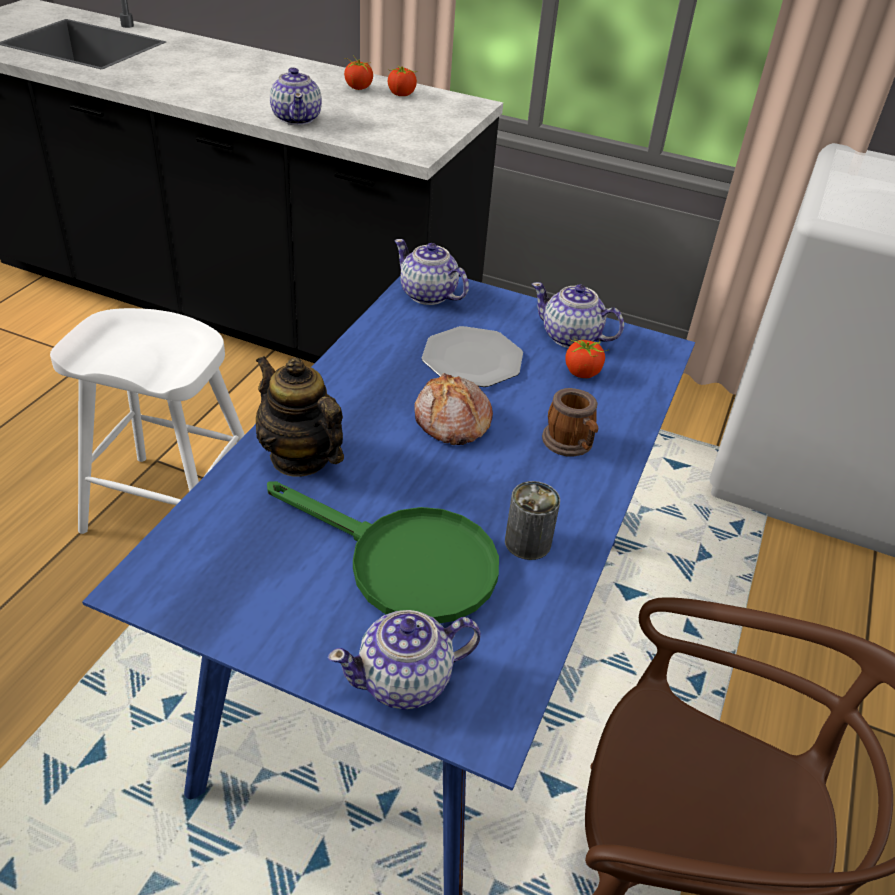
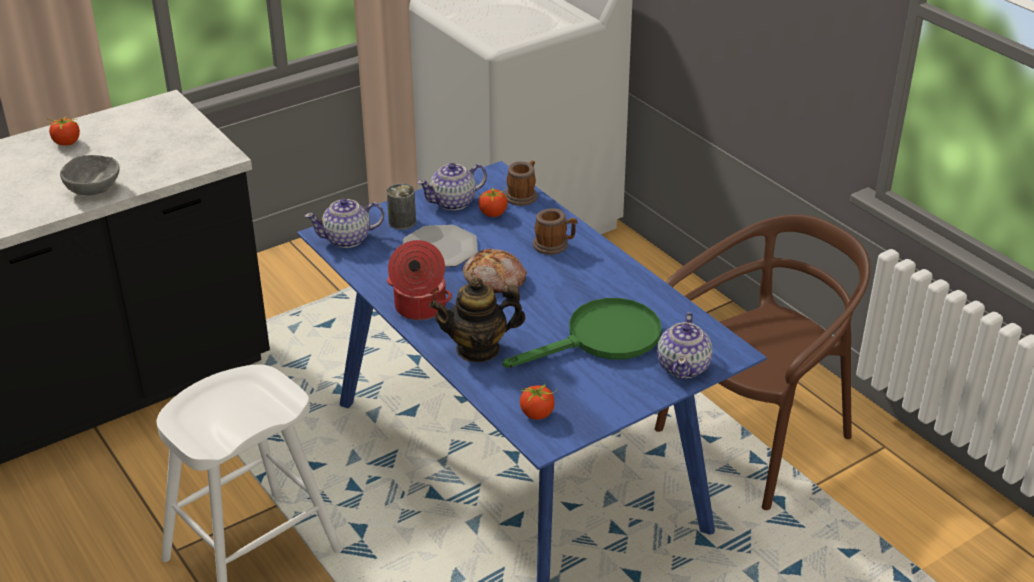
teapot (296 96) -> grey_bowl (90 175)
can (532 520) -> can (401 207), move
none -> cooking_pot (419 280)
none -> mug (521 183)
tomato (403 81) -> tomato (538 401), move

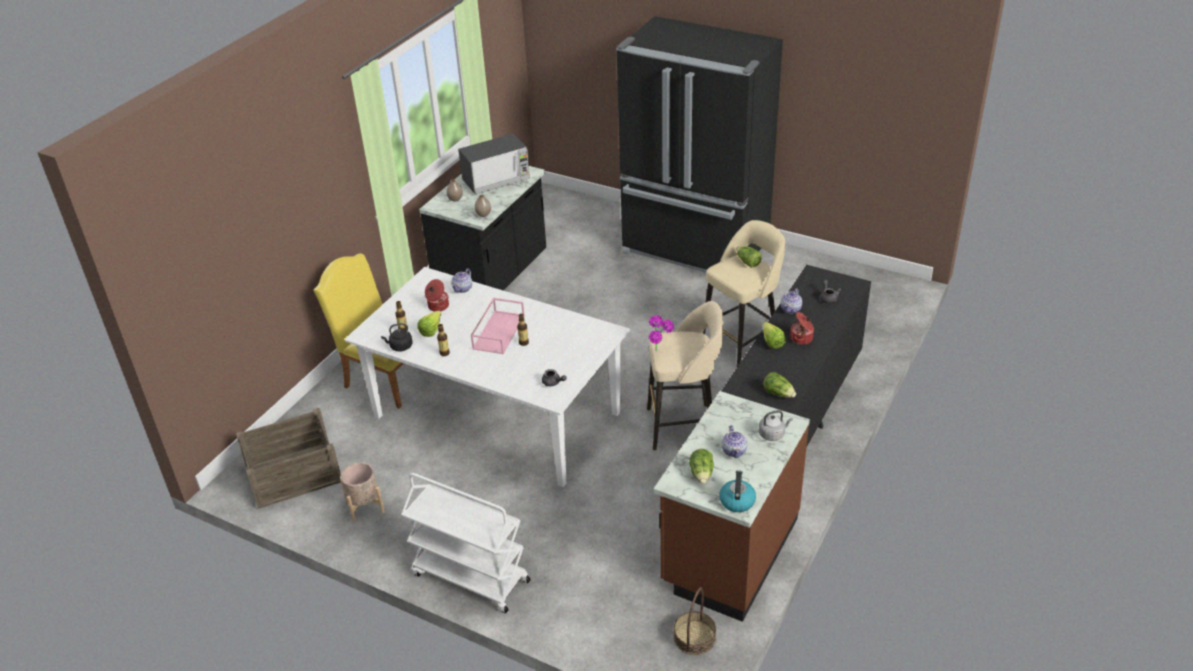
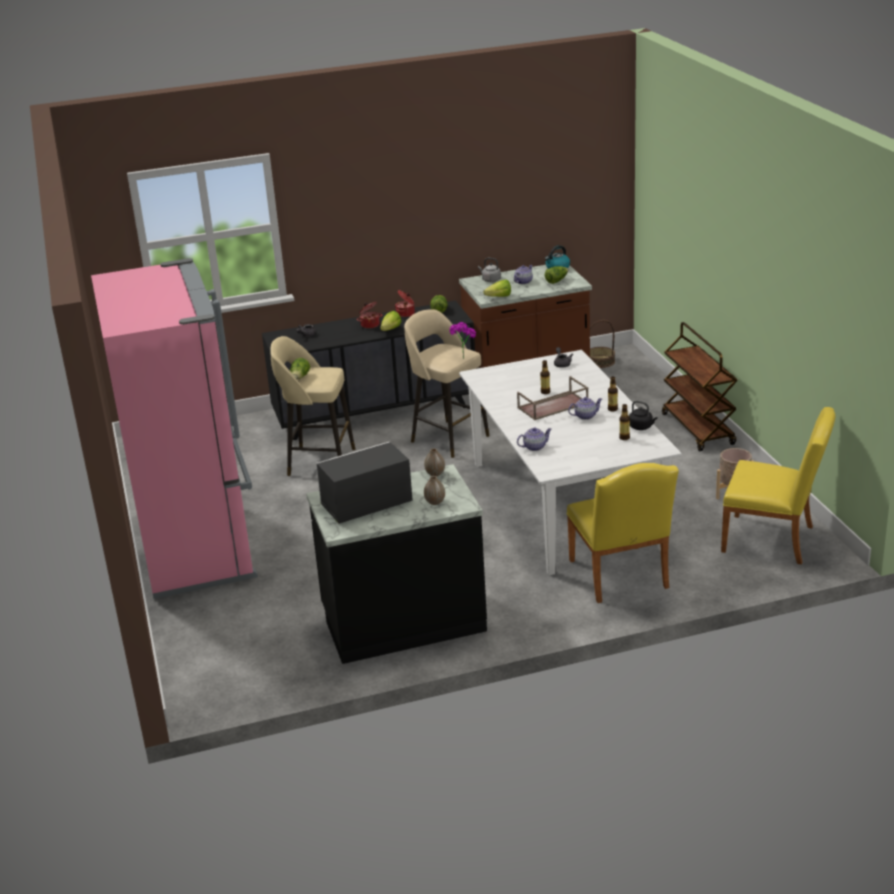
black_fridge (699 144) -> pink_fridge (174 428)
microwave (494 164) -> microwave (364 482), 45 degrees counterclockwise
cooking_pot (437 295) -> cooking_pot (405 303), move
lettuce (429 324) -> lettuce (497 288), move
pink_tray (498 325) -> brown_tray (552 398)
teapot (791 300) -> teapot (585 408), move
white_cart (466 543) -> brown_cart (700 386)
crate (288 458) -> yellow_chair (778 486)

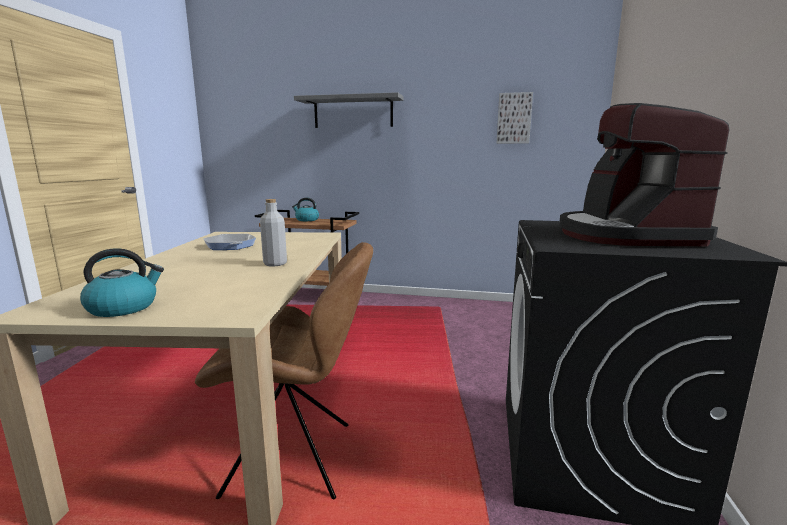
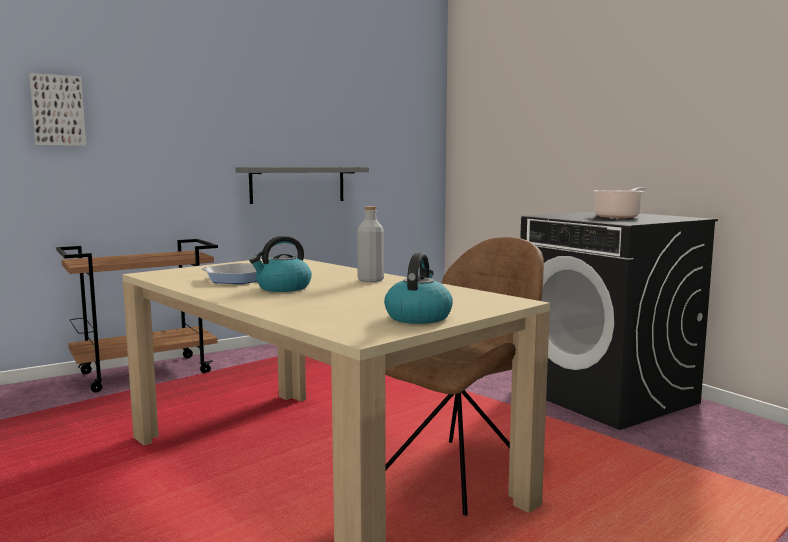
picture (514 118) -> picture (57 109), move
grey_shelf (349 110) -> grey_shelf (302 185), move
kettle (305 209) -> kettle (281 264), move
coffee_machine (644 174) -> cooking_pot (619 202)

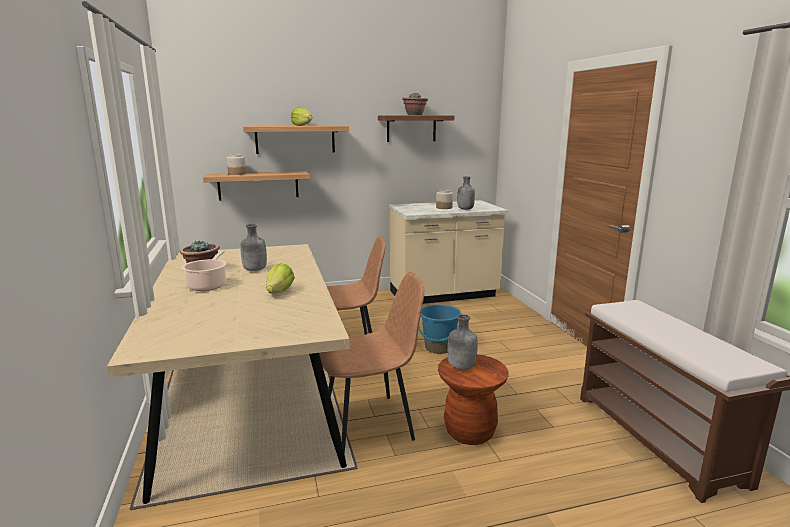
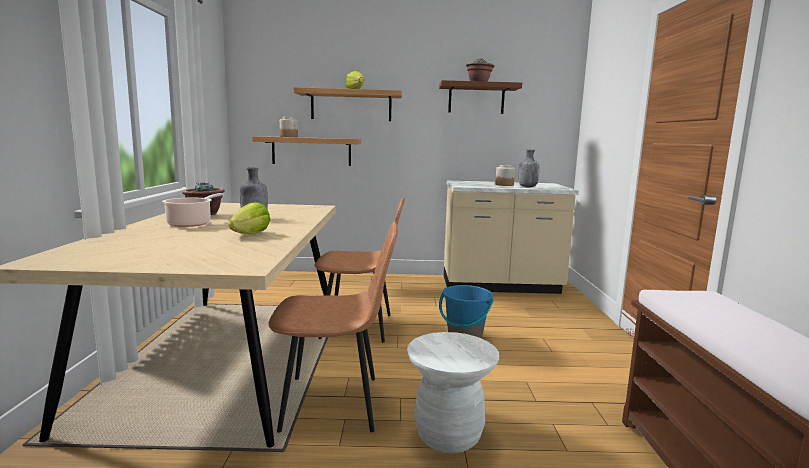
brown_stool (473 399) -> white_stool (453 392)
grey_bottle (463 342) -> none

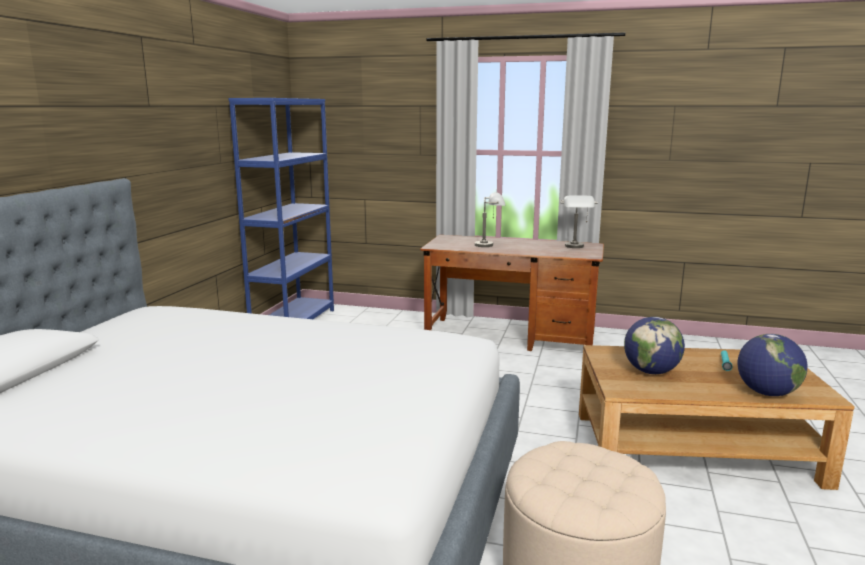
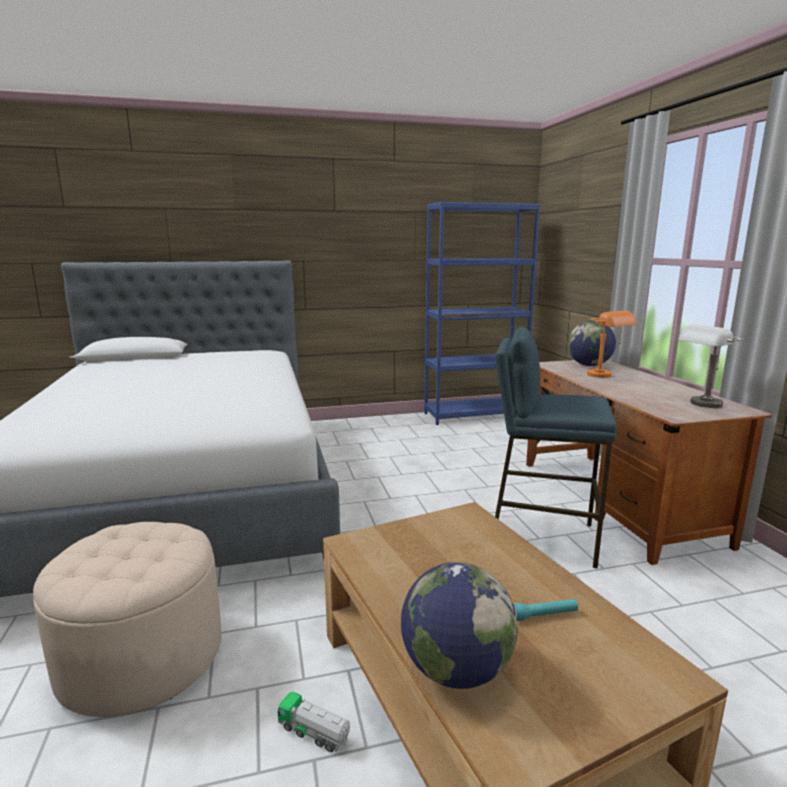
none -> toy_truck (314 722)
none -> blue_stool (556 447)
globe (654 345) -> globe (592 343), move
grey_table_lamp (490 219) -> orange_table_lamp (611 344)

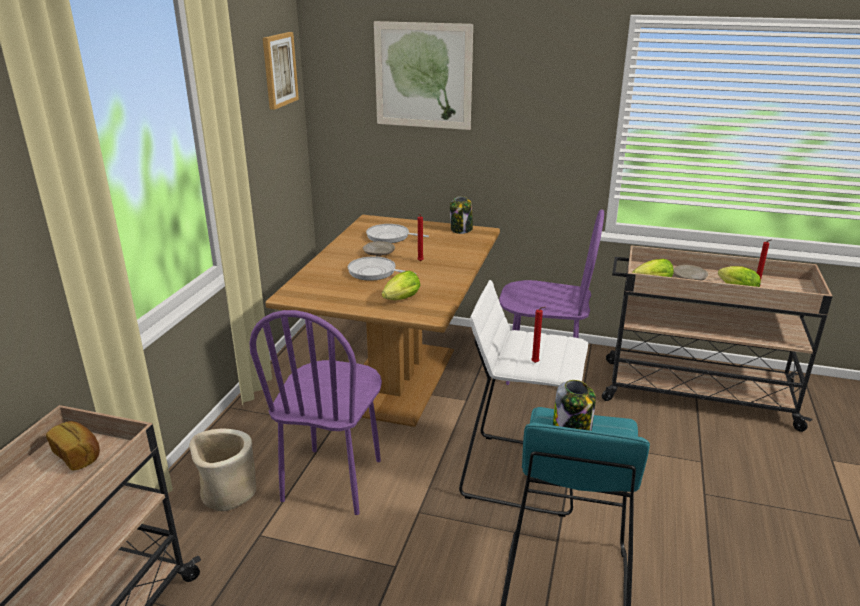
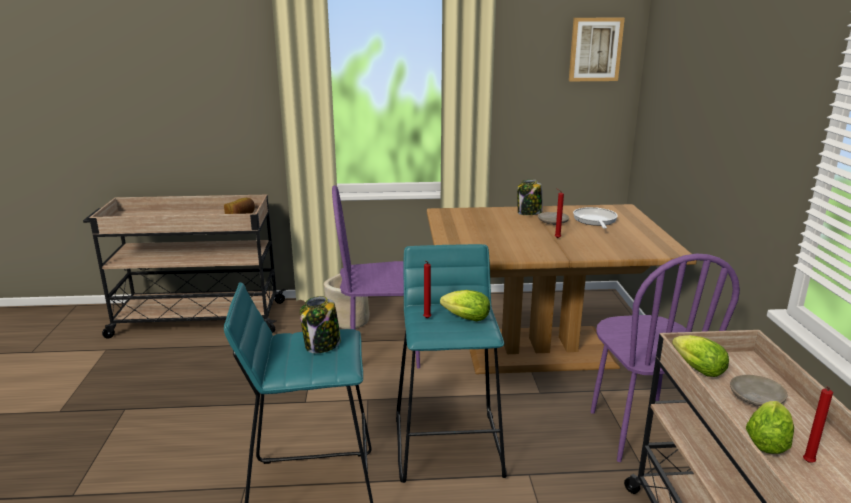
white_stool (523 398) -> turquoise_stool (451 363)
lettuce (401 285) -> lettuce (465 305), move
jar (461 215) -> jar (530 197), move
frying_pan (382 269) -> none
picture (423 75) -> none

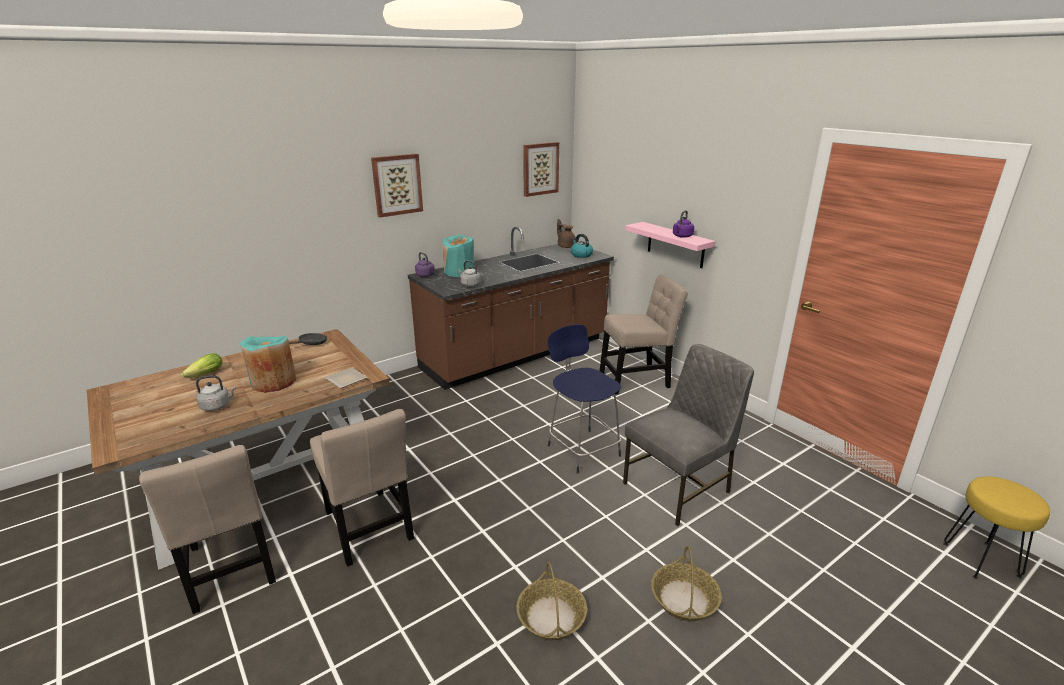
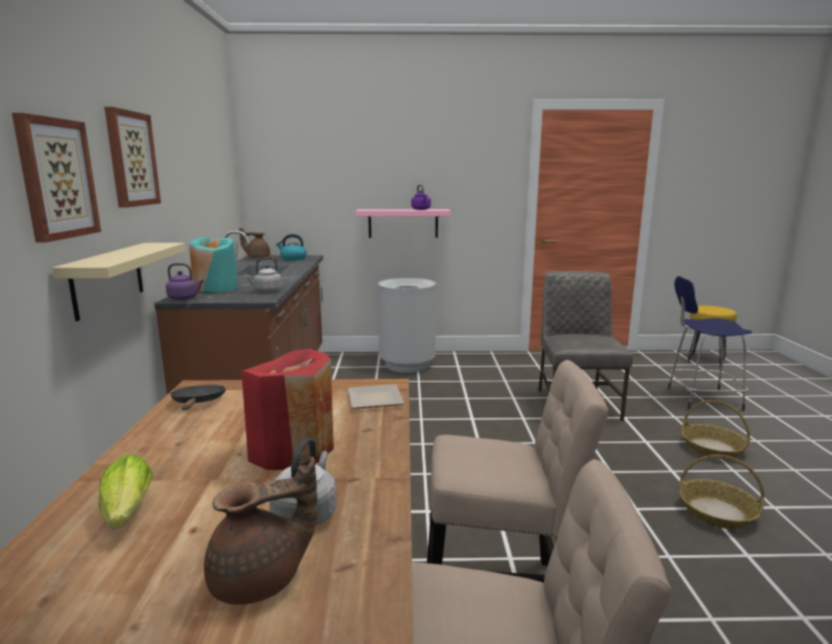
picture (541 169) -> picture (56 177), move
none -> beige_shelf (118 282)
none -> brown_teapot (261 530)
turquoise_vase (268 364) -> red_vase (287 409)
beige_chair (644 334) -> grey_trash_can (407 325)
blue_stool (584 399) -> blue_stool (710 343), move

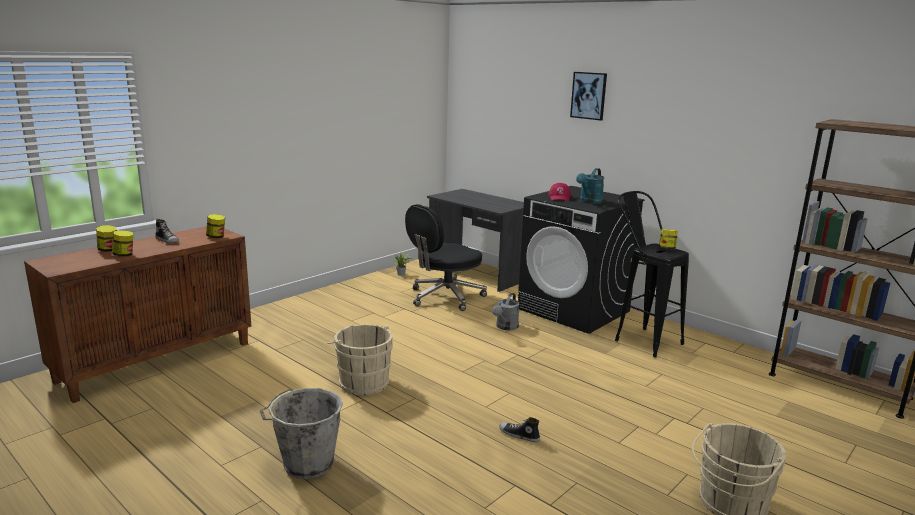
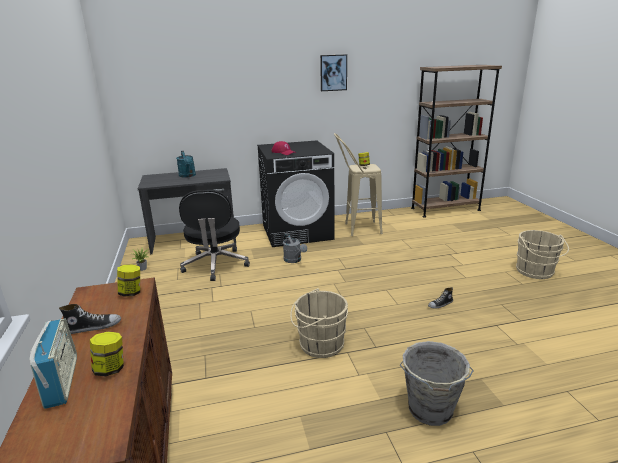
jar (106 238) -> radio (53 363)
turquoise_watering_can (590 186) -> turquoise_watering_can (186 164), move
picture (588 96) -> picture (333 72), move
black_stool (652 274) -> beige_stool (358 184)

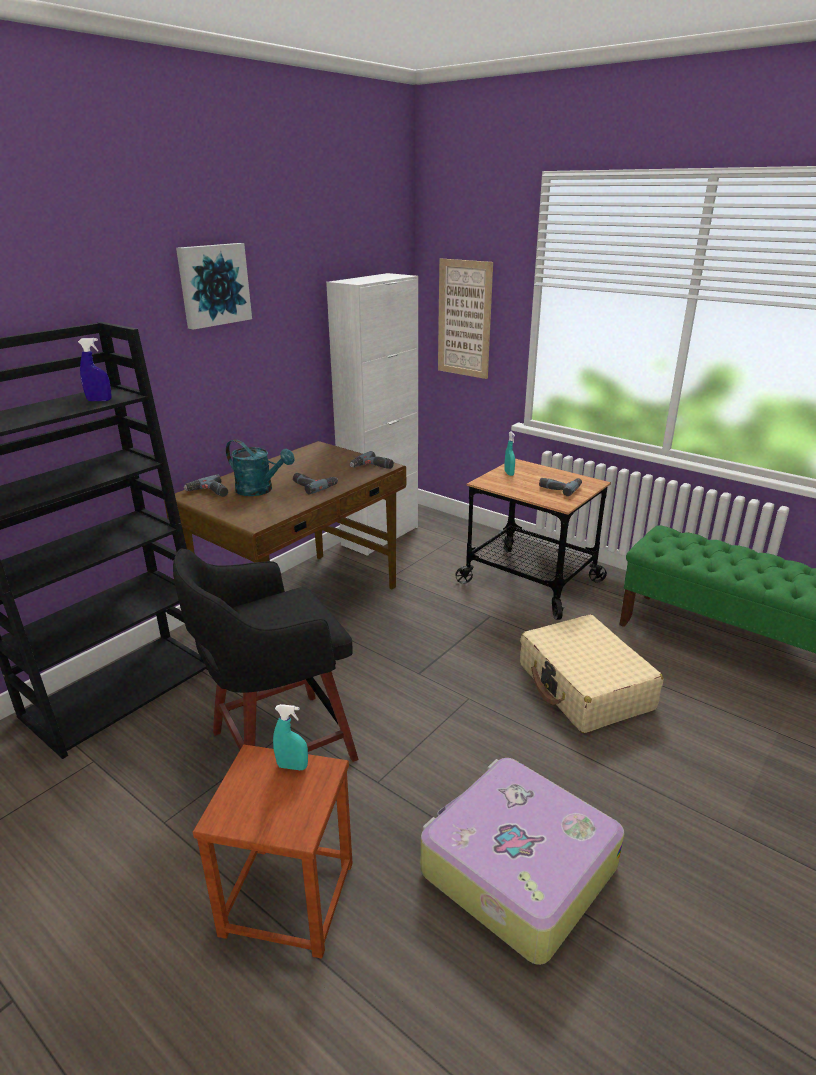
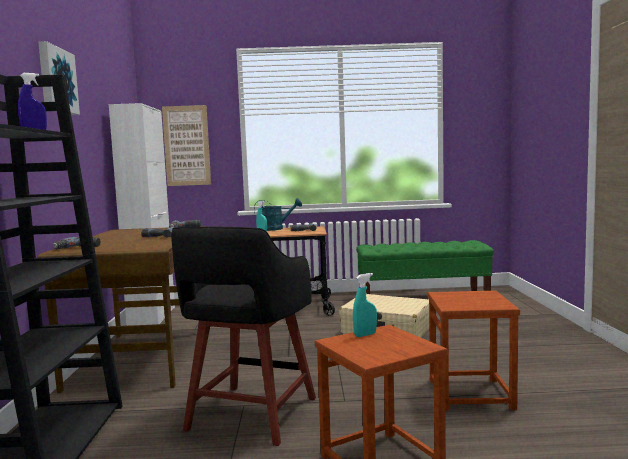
turquoise_watering_can (260 467) -> turquoise_watering_can (278 214), move
suitcase (522 861) -> brown_stool (474 351)

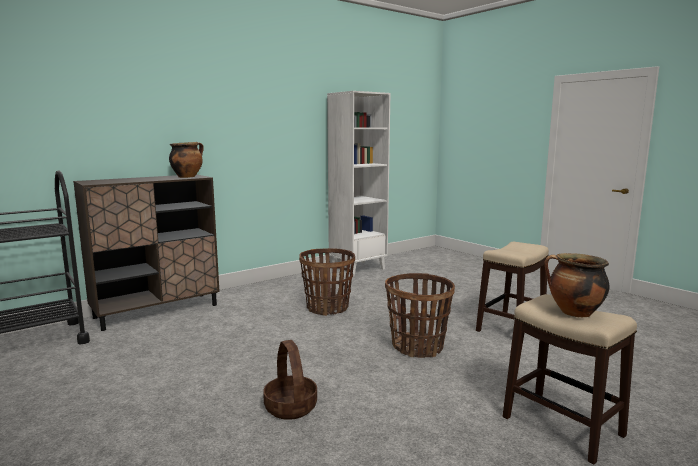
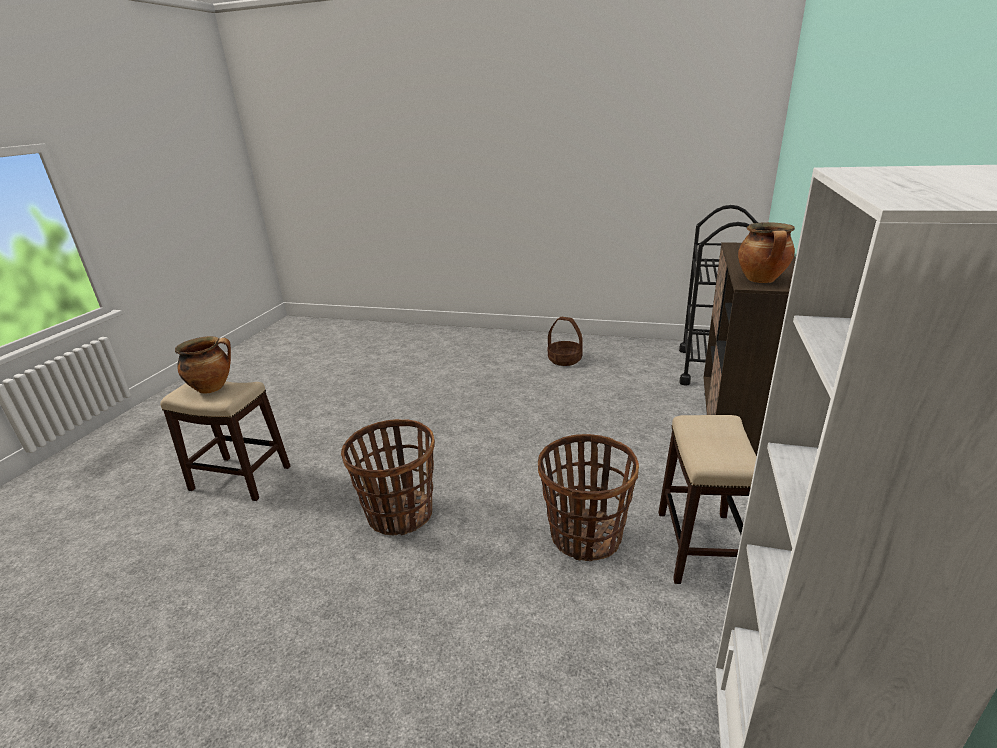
basket (290 380) -> basket (565 341), move
stool (512 287) -> stool (707 499), move

